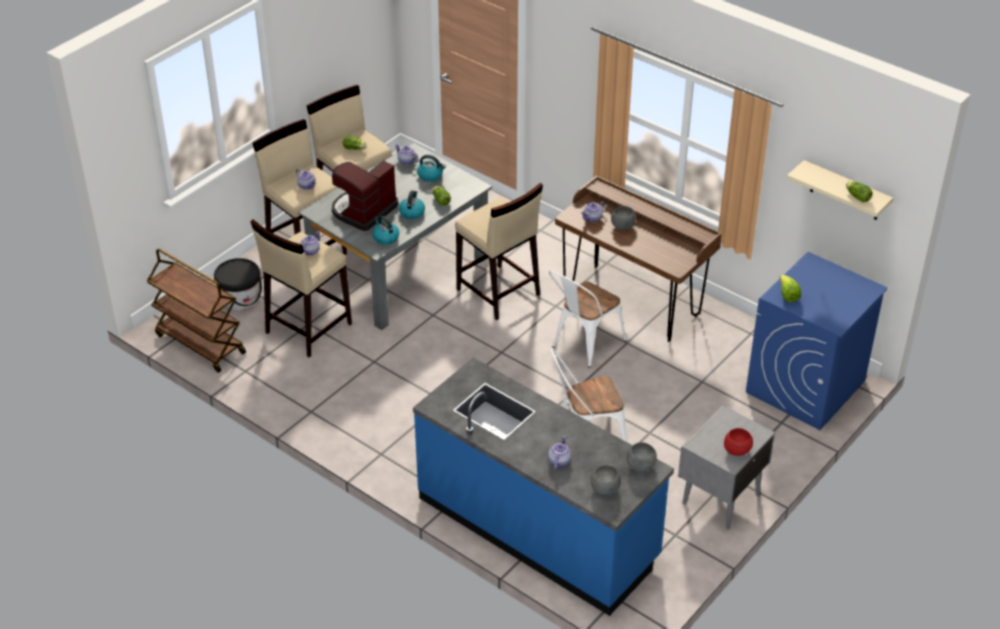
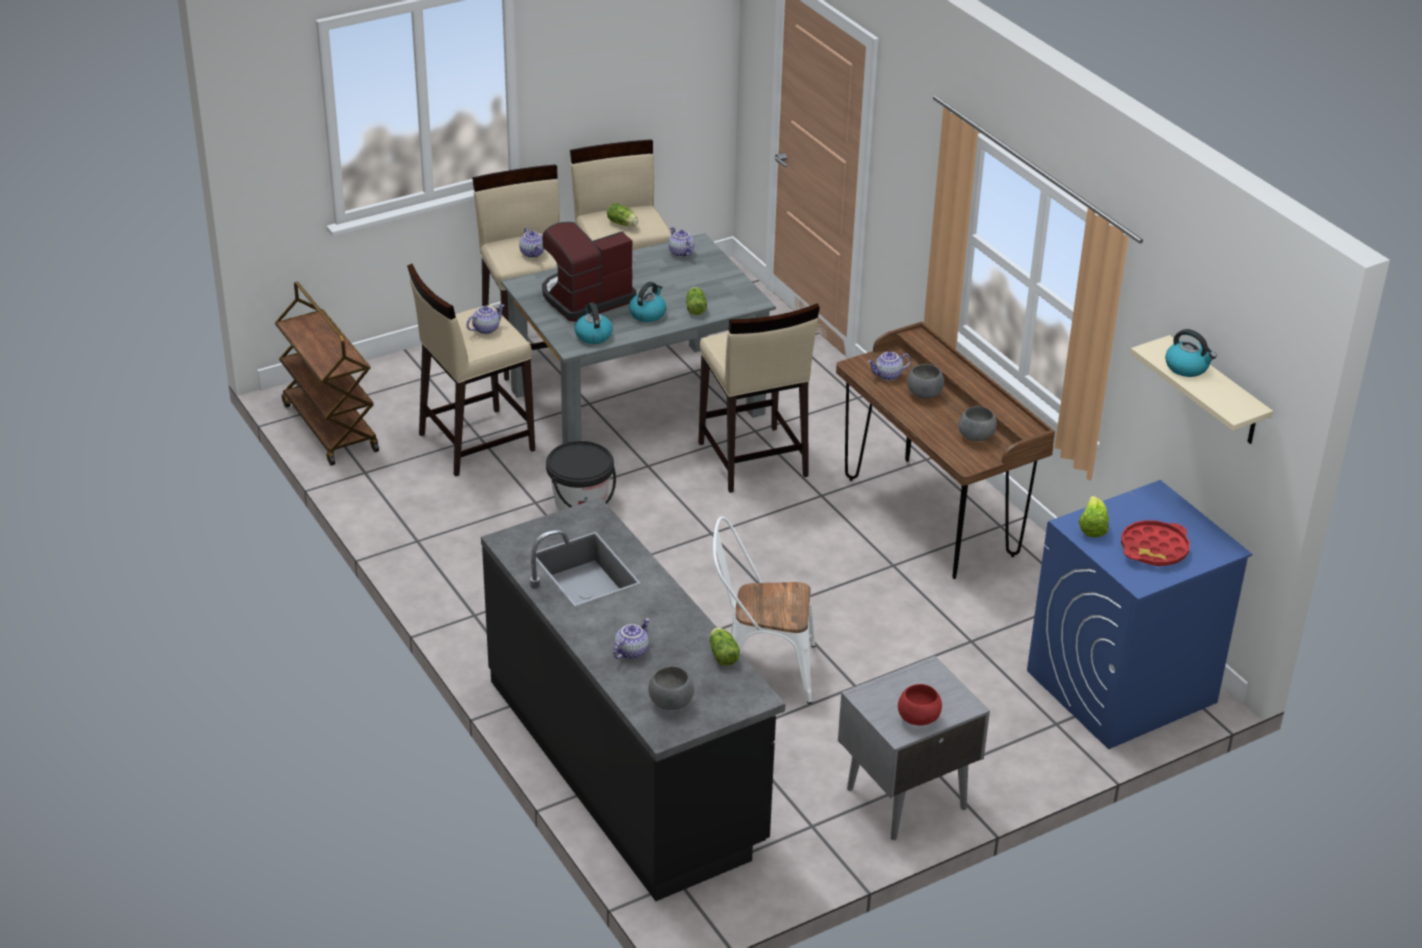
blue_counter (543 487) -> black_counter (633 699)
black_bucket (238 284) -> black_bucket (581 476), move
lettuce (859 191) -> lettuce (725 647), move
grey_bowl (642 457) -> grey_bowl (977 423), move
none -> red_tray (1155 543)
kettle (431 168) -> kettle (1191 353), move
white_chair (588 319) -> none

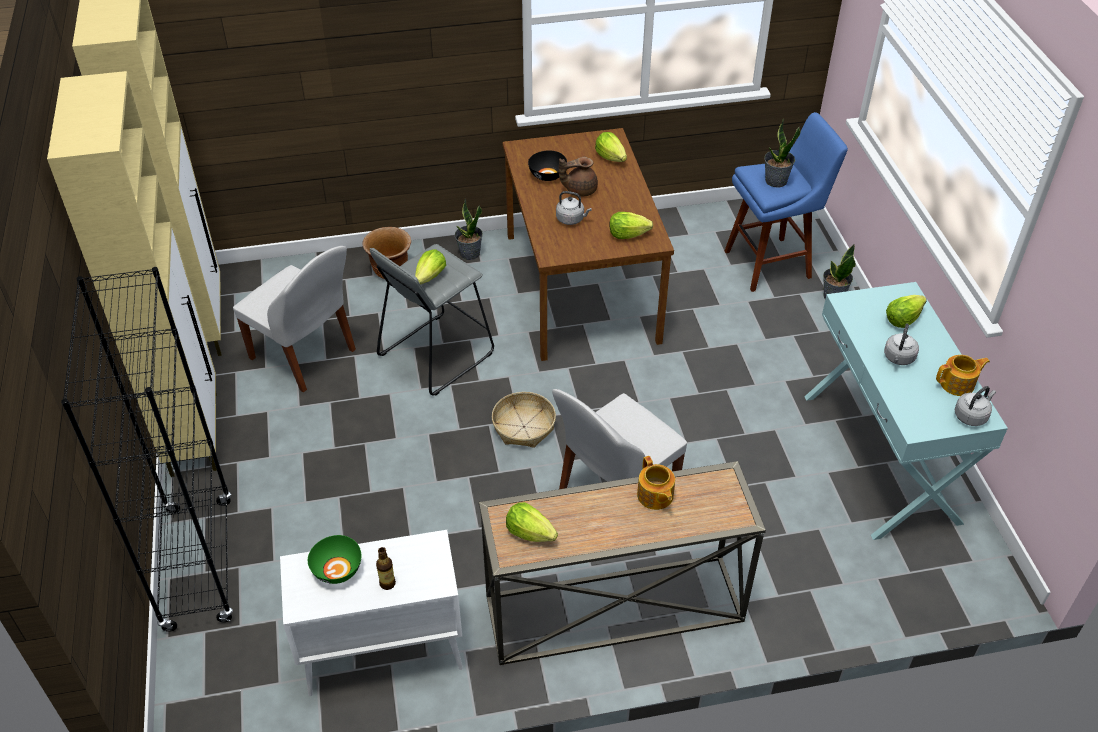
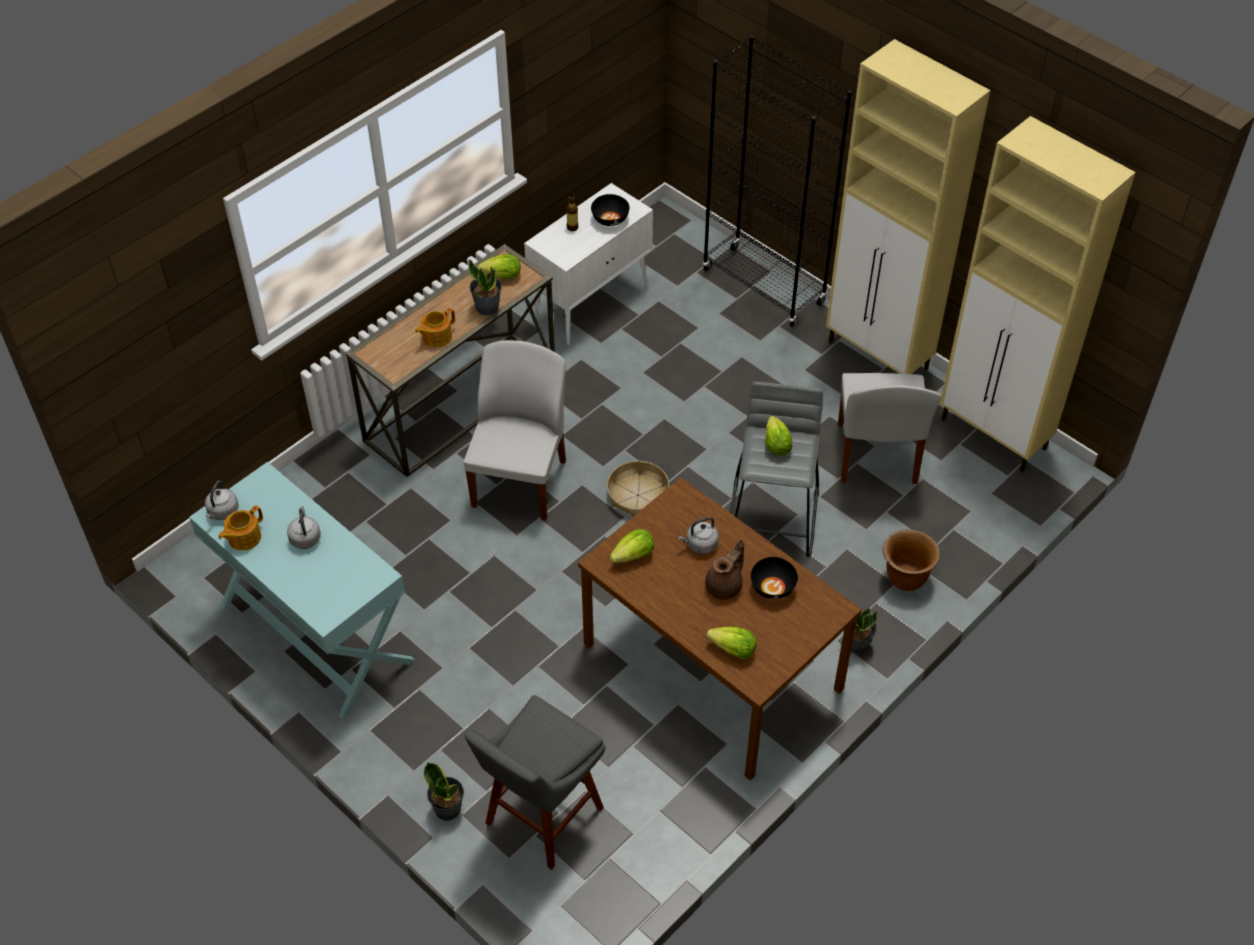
teapot (656 483) -> teapot (435 327), 75 degrees counterclockwise
blue_stool (786 202) -> grey_stool (535 782)
potted_plant (782 153) -> potted_plant (485 287), move
green_bowl (334 559) -> black_bowl (610 210)
white_chair (294 319) -> white_chair (889 428), 90 degrees counterclockwise
lettuce (906 311) -> none

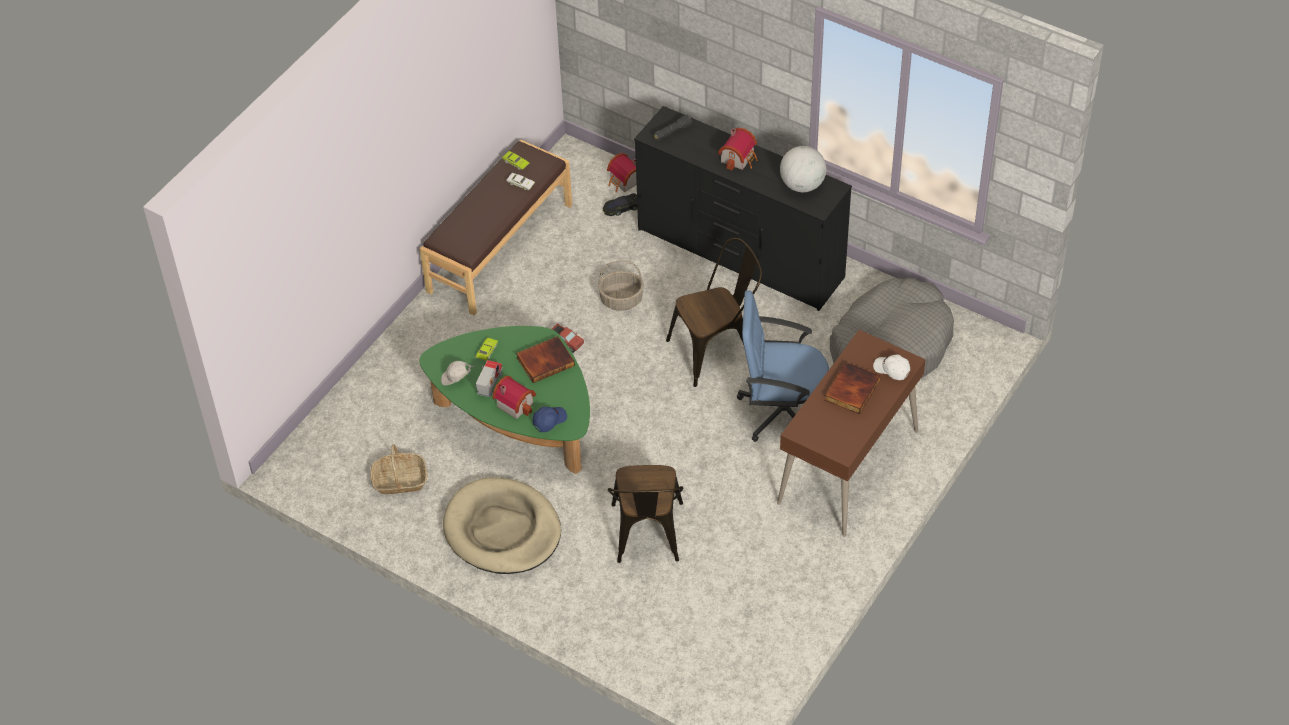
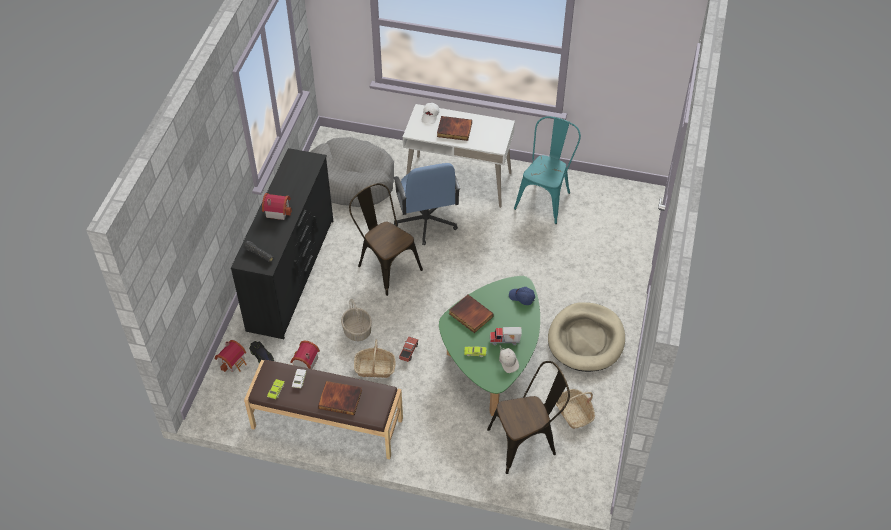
toy_house (514 397) -> toy_house (305 354), move
none -> book (340 398)
none -> basket (375 358)
brown_desk (851 433) -> white_desk (459 156)
brown_chair (645 514) -> brown_chair (528 417), move
none -> turquoise_chair (547 170)
globe (803 169) -> none

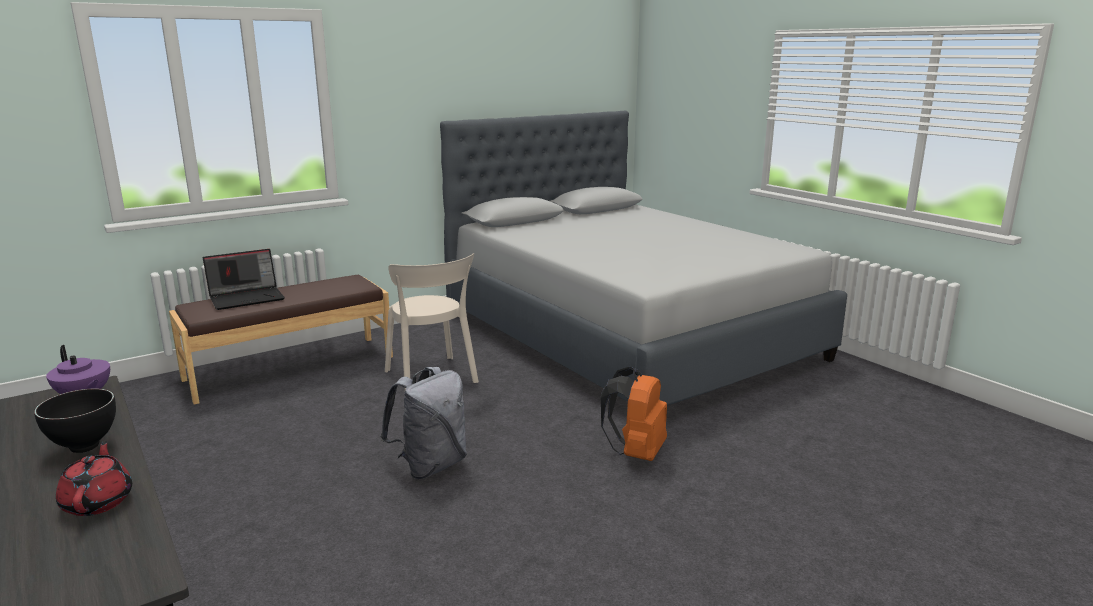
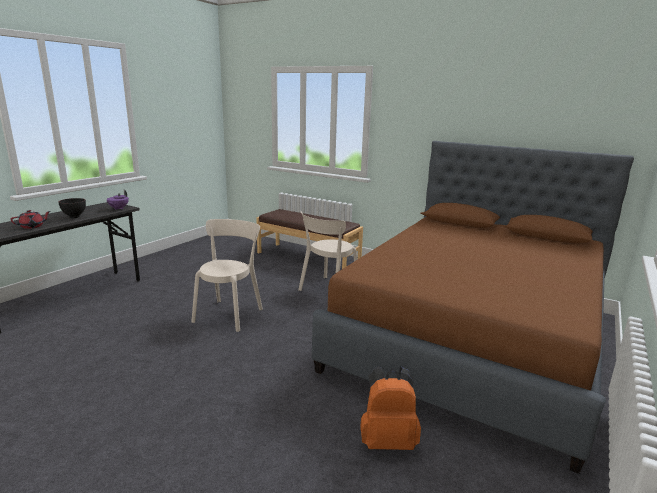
grey_backpack (423 423) -> beige_chair (227 275)
grey_bed (643 258) -> brown_bed (473 307)
orange_backpack (634 414) -> orange_backpack (390 408), move
laptop (244 279) -> none

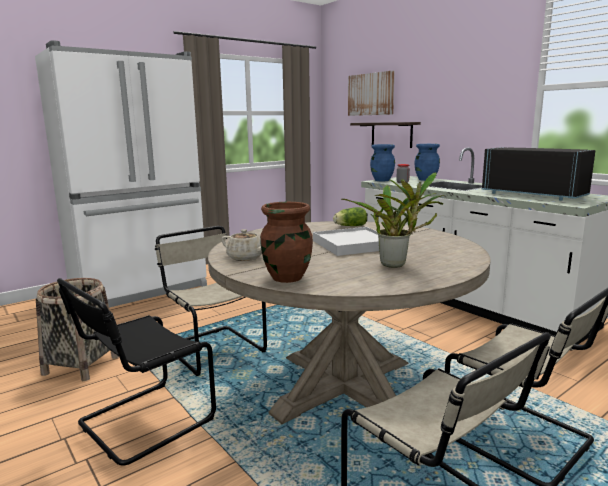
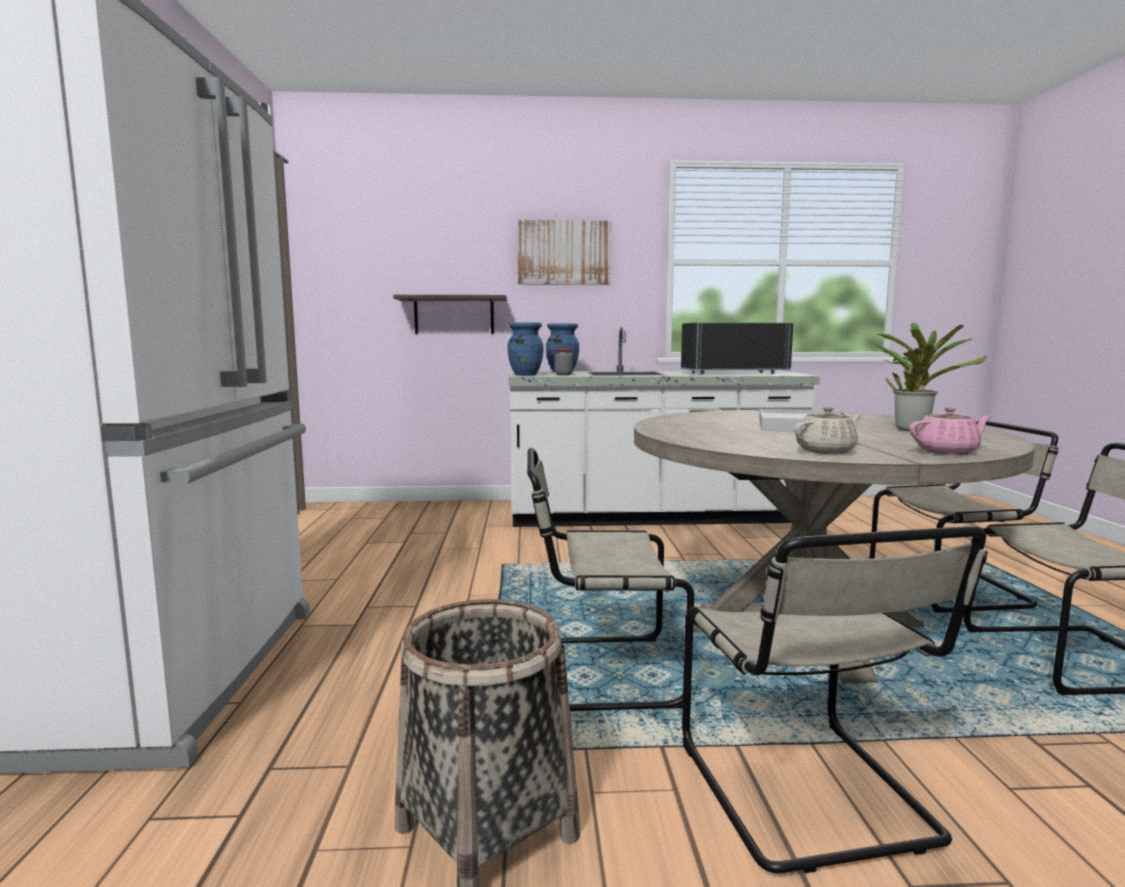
picture (371 93) -> picture (564 252), move
black_chair (136 372) -> beige_chair (835 699)
brown_vase (286 242) -> pink_teapot (950 431)
lettuce (350 216) -> none

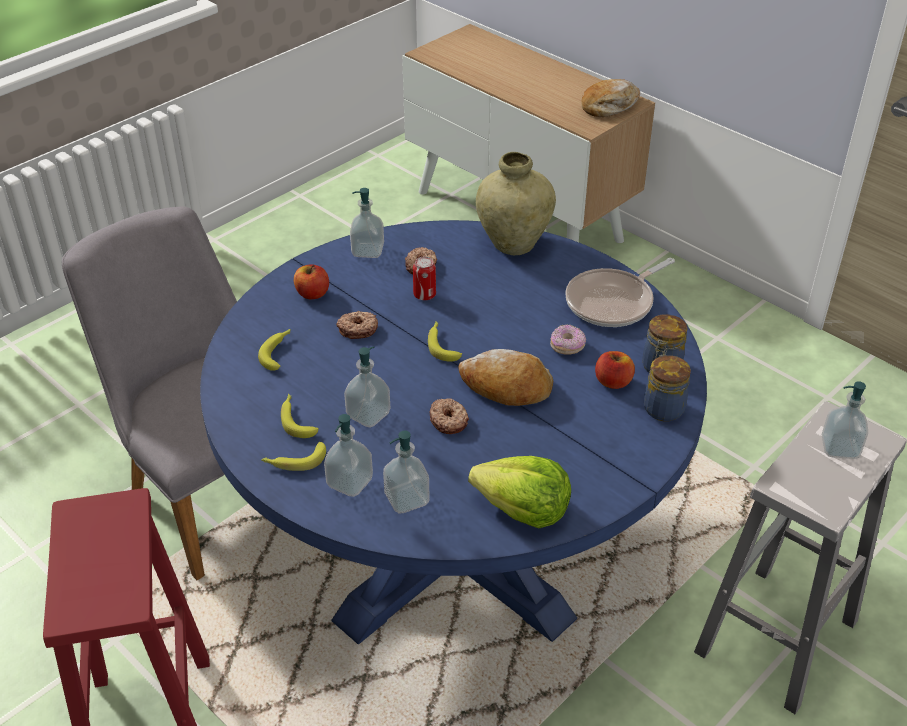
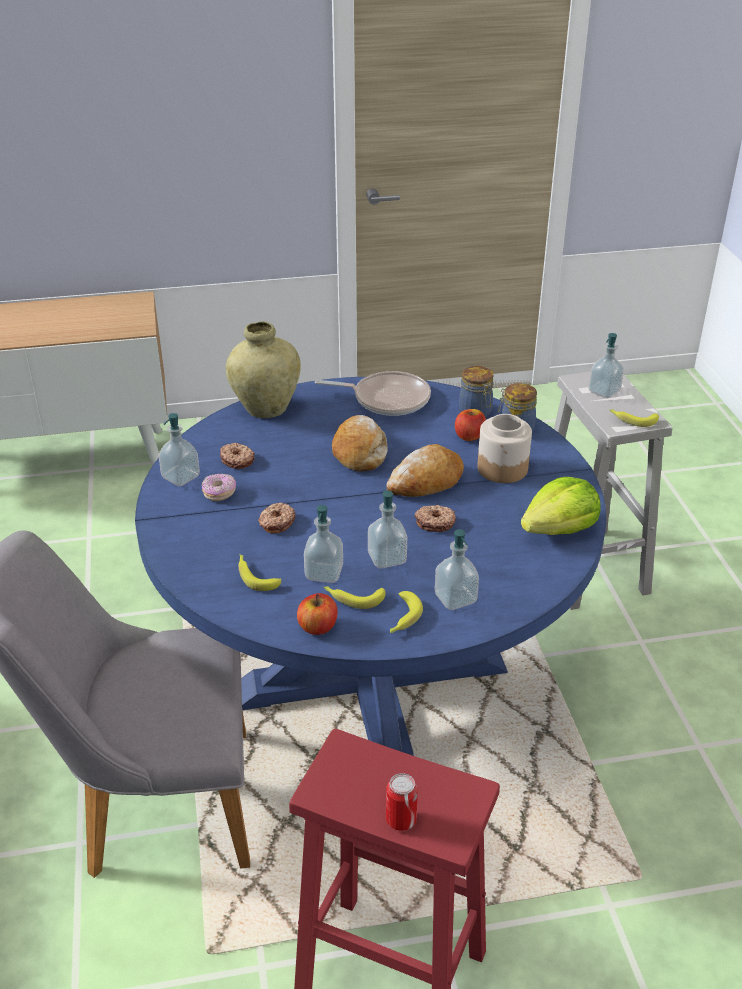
donut (568 339) -> donut (219 487), move
apple (311 281) -> apple (317 614), move
soap_dispenser (406 471) -> soap_dispenser (323 544), move
frying_pan (620 292) -> frying_pan (373 393), 75 degrees counterclockwise
bread (610 98) -> bread (360 443), move
can (424 278) -> can (402 802), move
none -> jar (504 448)
banana (445 341) -> banana (634 418), move

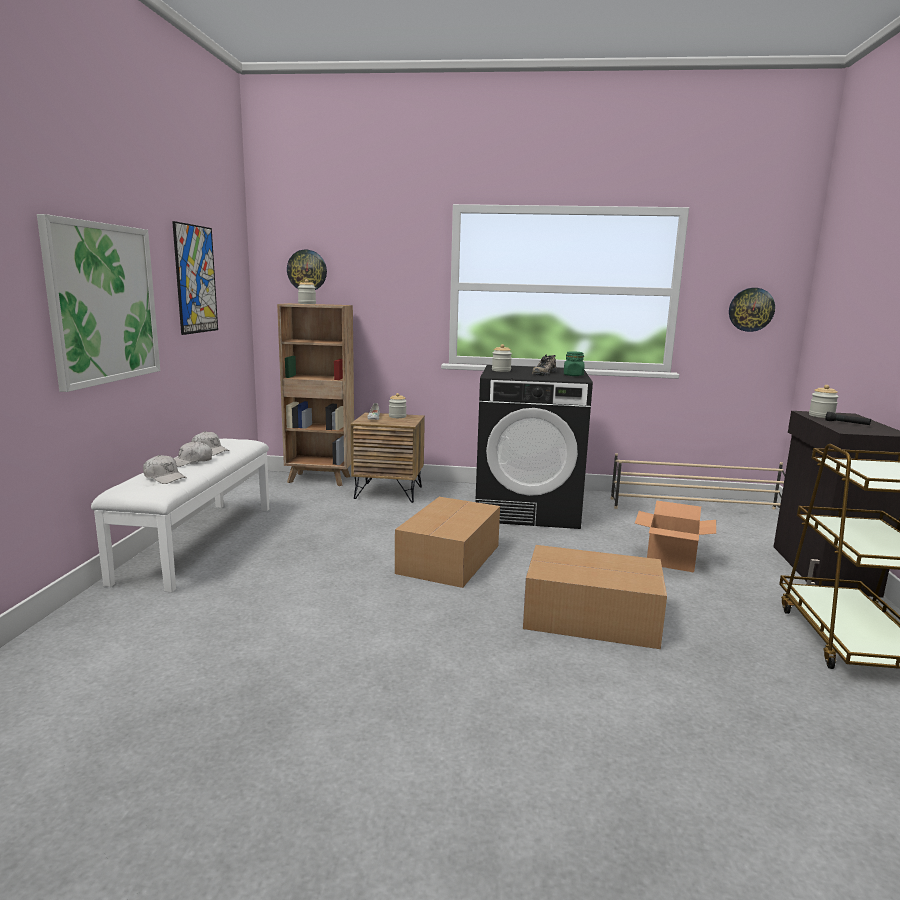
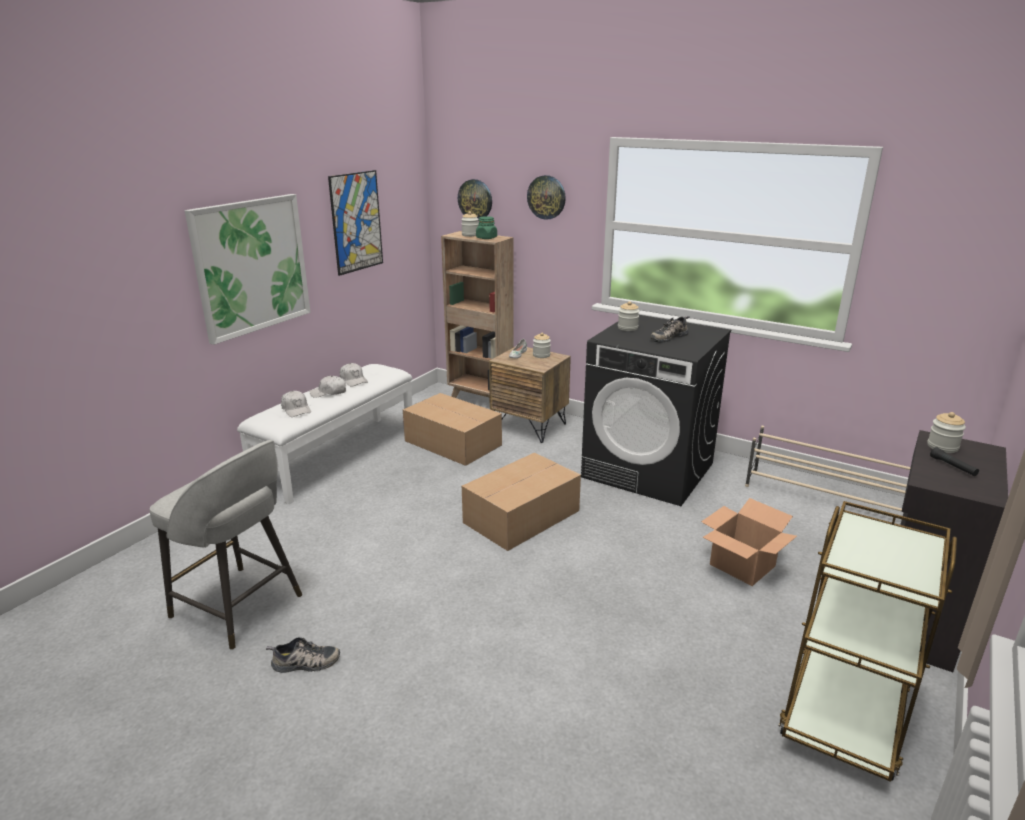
none -> grey_stool (226 545)
none -> shoe (303 655)
cardboard_box (595 597) -> cardboard_box (452 429), move
green_jar (574 363) -> green_jar (486 227), move
wall_clock (752 310) -> wall_clock (546 197), move

